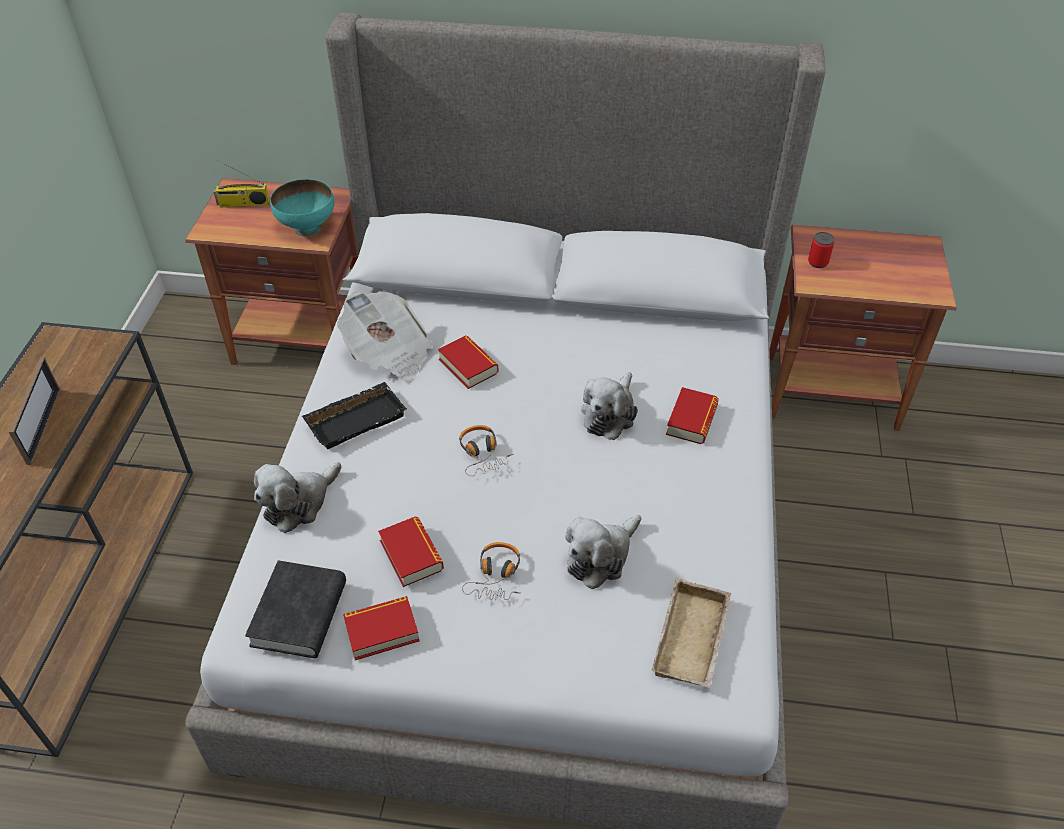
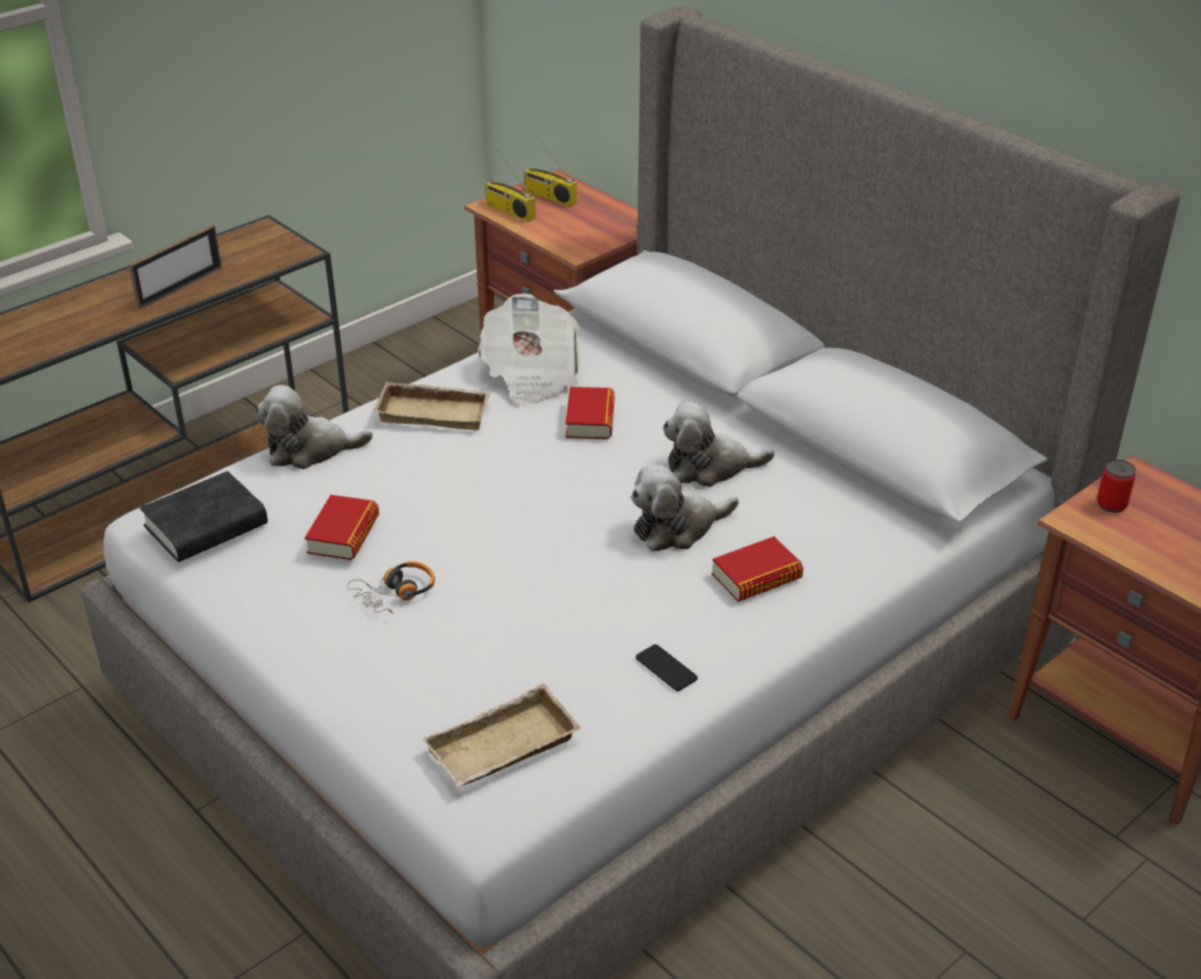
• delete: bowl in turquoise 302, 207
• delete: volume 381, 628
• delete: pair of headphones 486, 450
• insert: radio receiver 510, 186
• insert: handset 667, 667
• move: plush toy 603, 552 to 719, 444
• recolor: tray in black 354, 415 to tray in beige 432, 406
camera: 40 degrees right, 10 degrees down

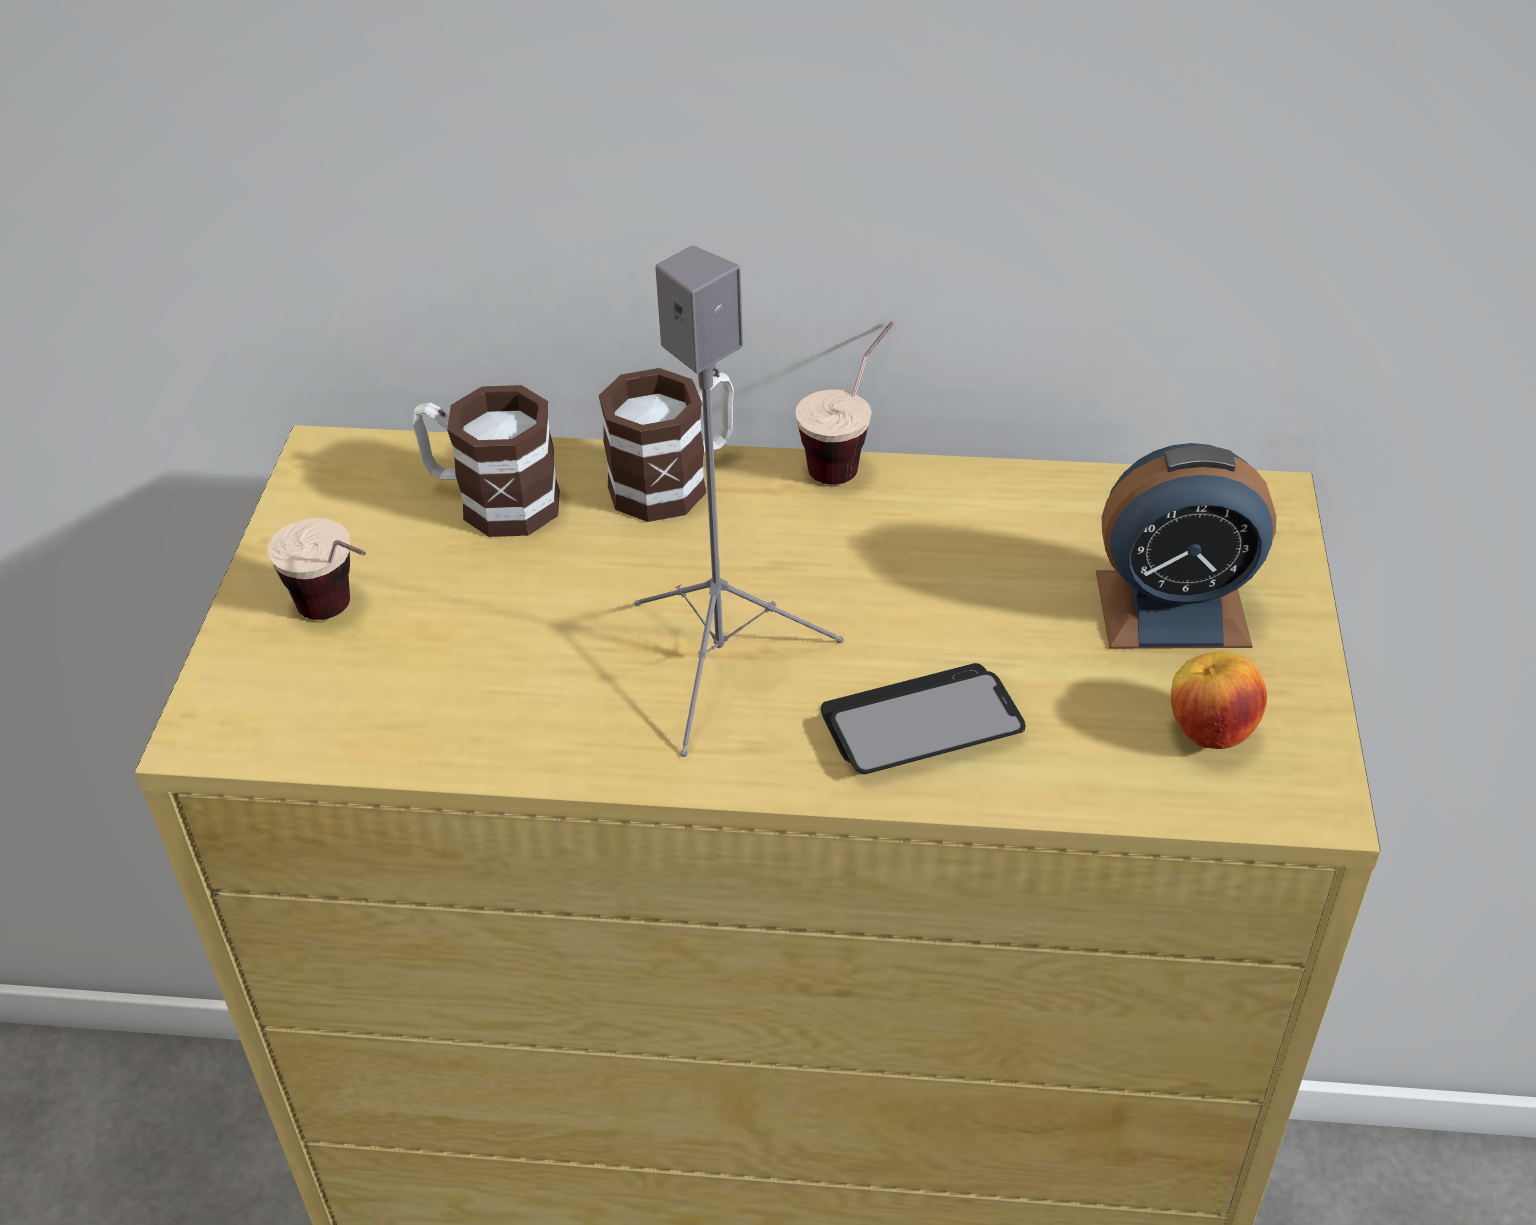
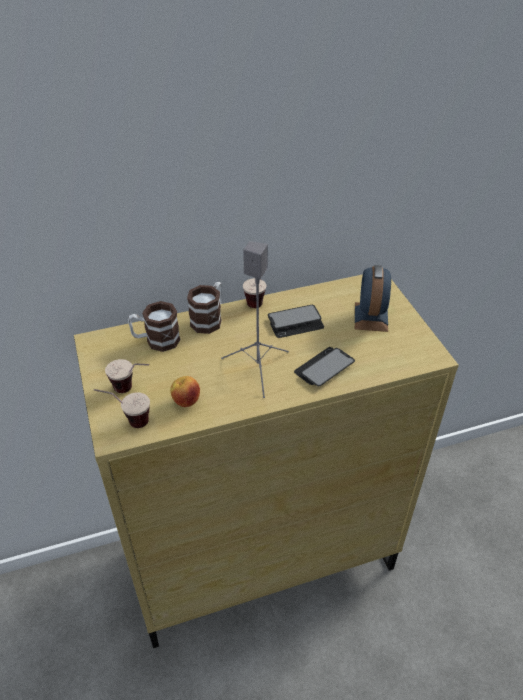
• insert: drinking cup 122, 408
• insert: handset 296, 321
• move: whole apple 1219, 700 to 185, 391
• rotate: table clock 1186, 546 = 373, 298 120 degrees clockwise
camera: 25 degrees left, 0 degrees up

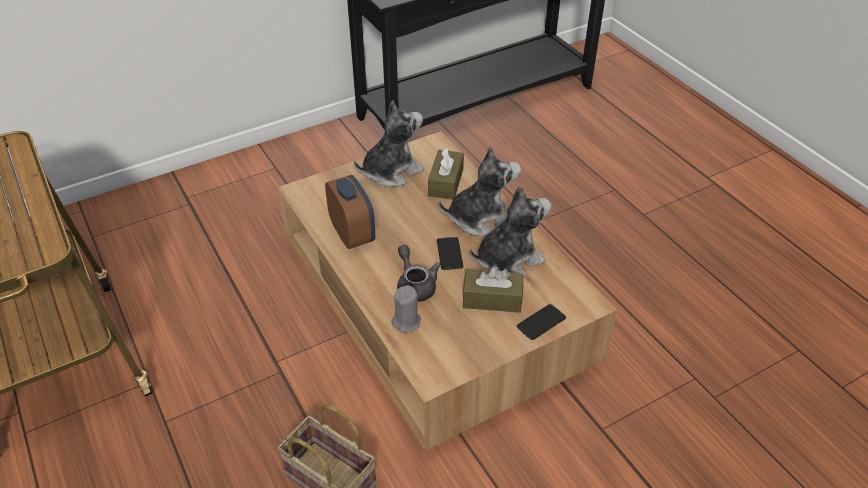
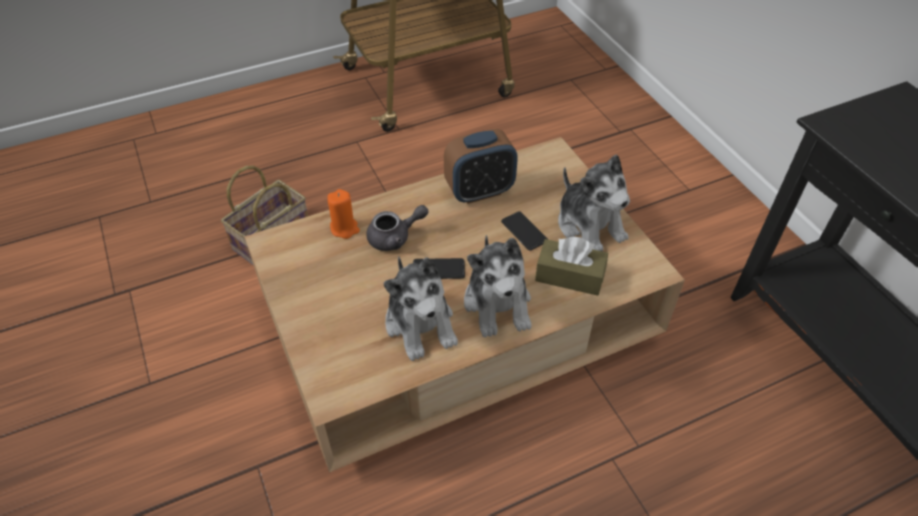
• delete: box of tissues in brown-coloured 493, 289
• move: handset 541, 322 to 524, 231
• recolor: wax candle in gray 406, 309 to wax candle in orange 344, 214
camera: 95 degrees right, 5 degrees up

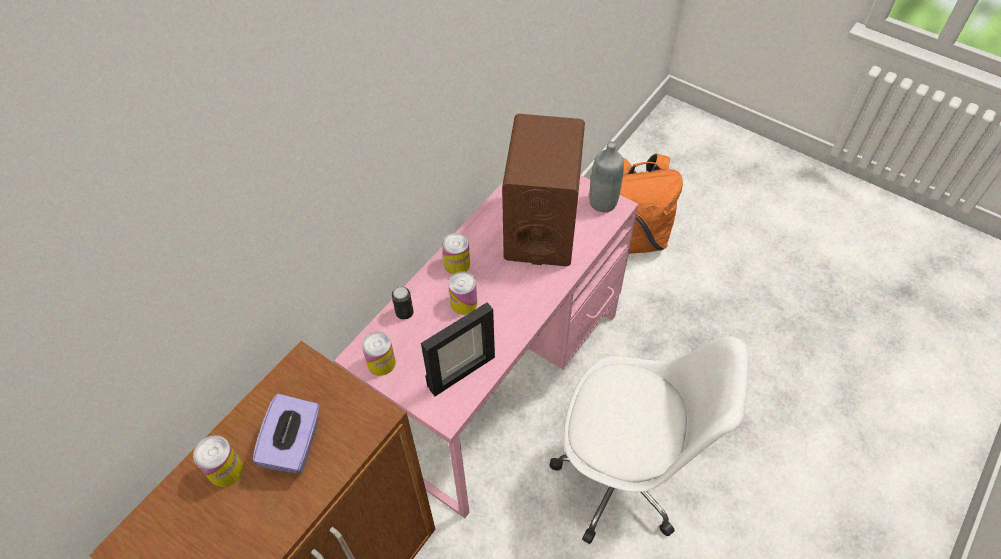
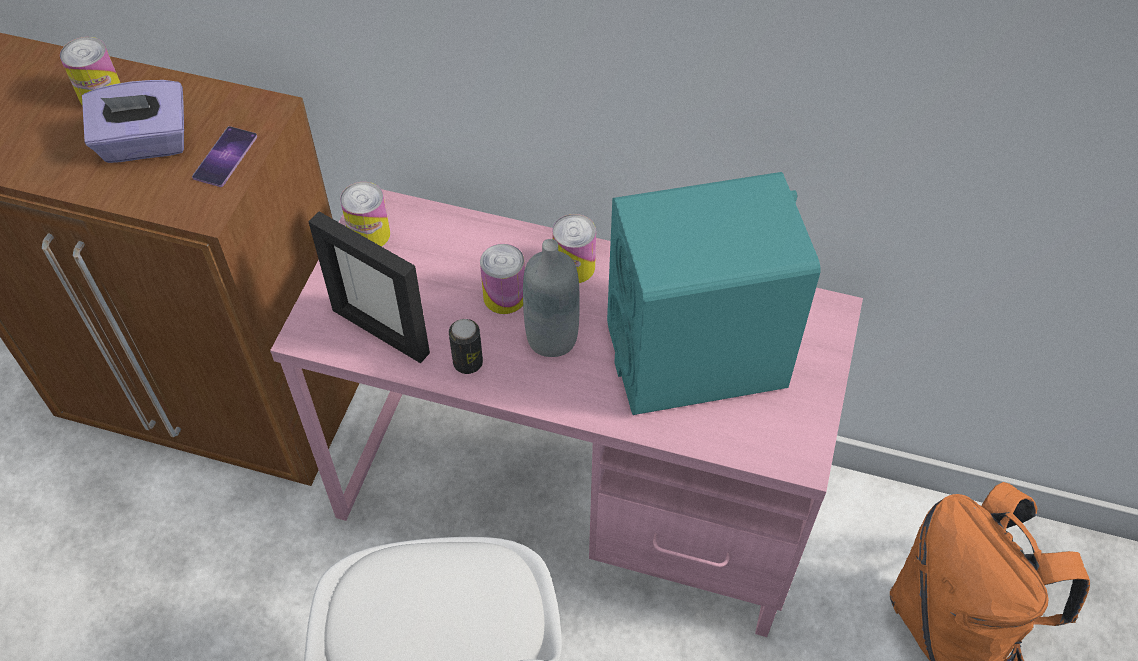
• insert: handset 224, 156
• move: can 403, 303 to 466, 346
• move: beverage bottle in gray 606, 176 to 551, 298
• recolor: loudspeaker in brown-coloured 543, 190 to loudspeaker in turquoise 714, 293
camera: 70 degrees right, 0 degrees up

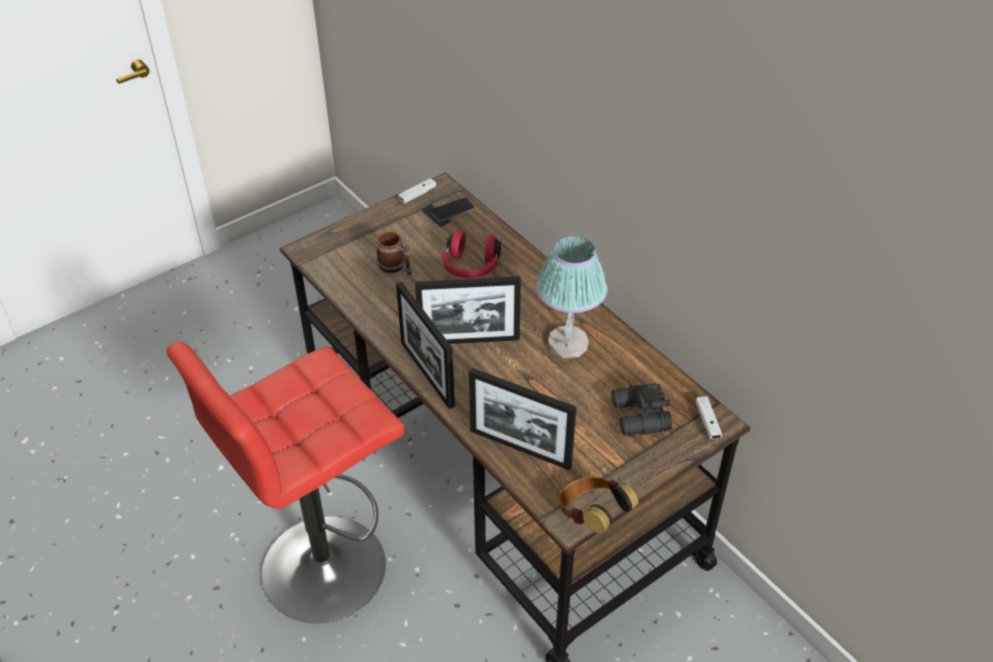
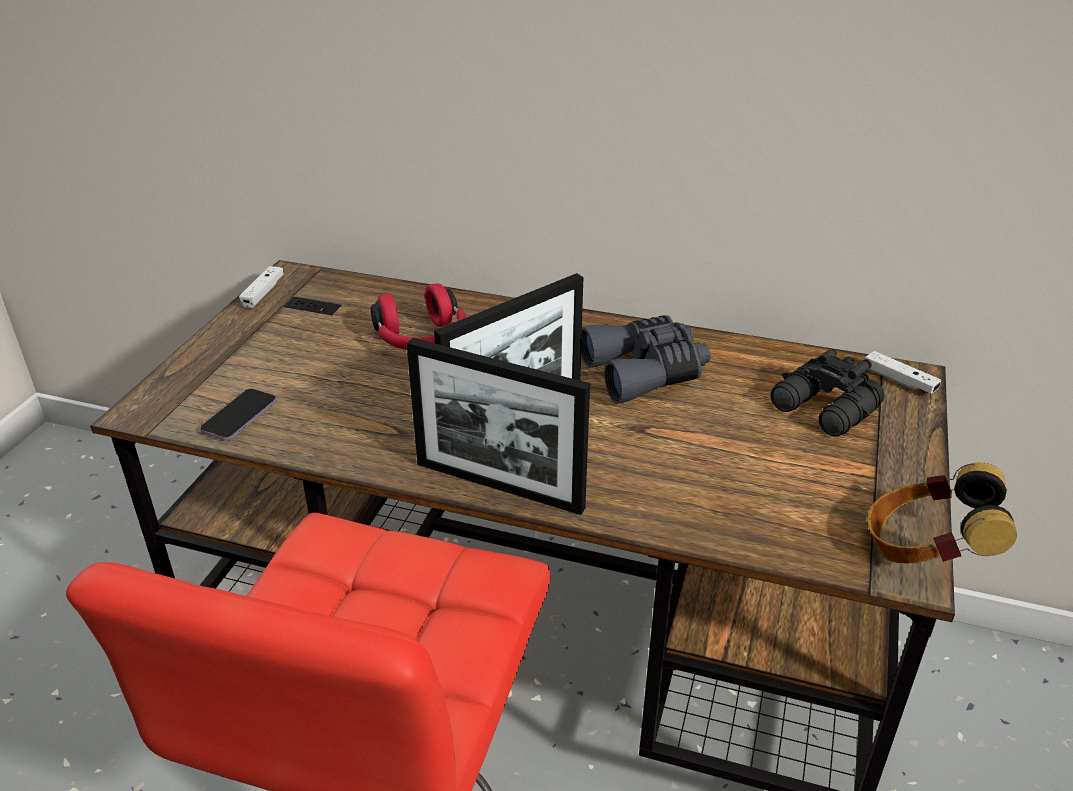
• delete: mug 393, 253
• delete: photo frame 522, 419
• move: handset 452, 210 to 238, 415
• replace: table lamp 572, 297 to field glasses in gray 646, 359
camera: 35 degrees left, 10 degrees down

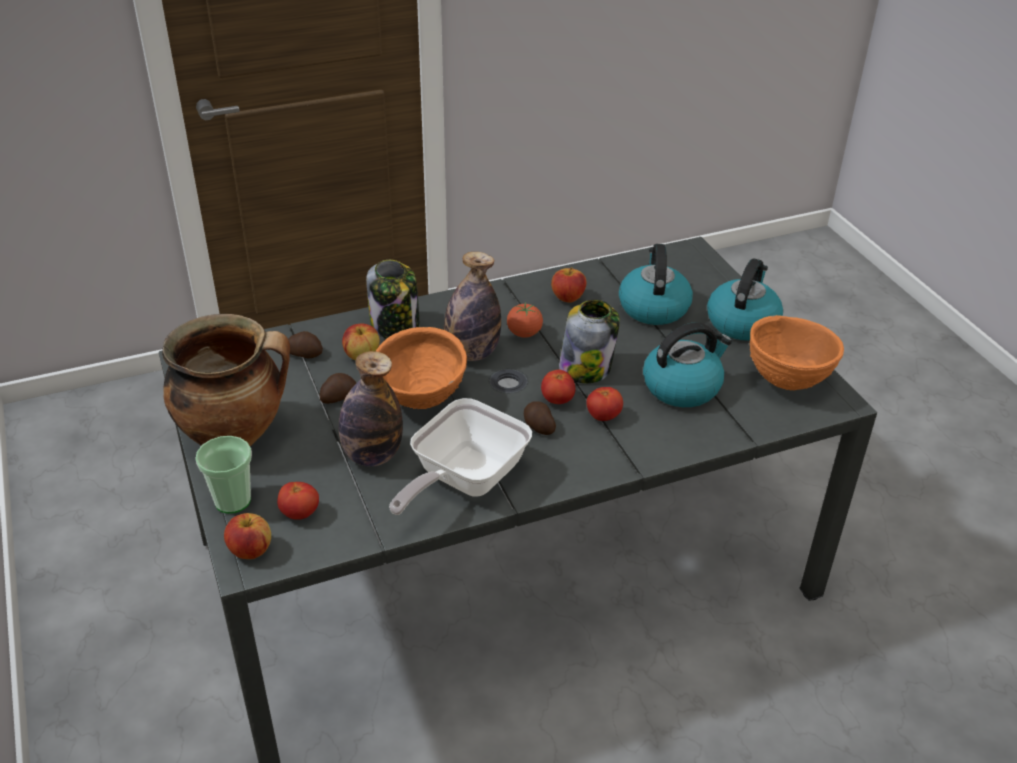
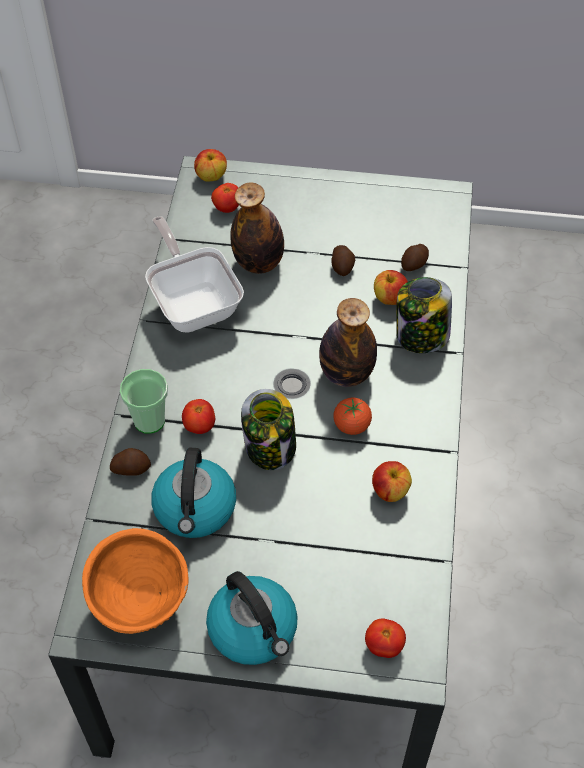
• delete: saucepot 226, 380
• delete: bowl in orange 421, 368
• delete: kettle 656, 284
• move: drinking cup 223, 475 to 144, 401
• move: spud 540, 418 to 130, 462
• move: whole tomato 558, 387 to 385, 638
camera: 120 degrees right, 15 degrees up

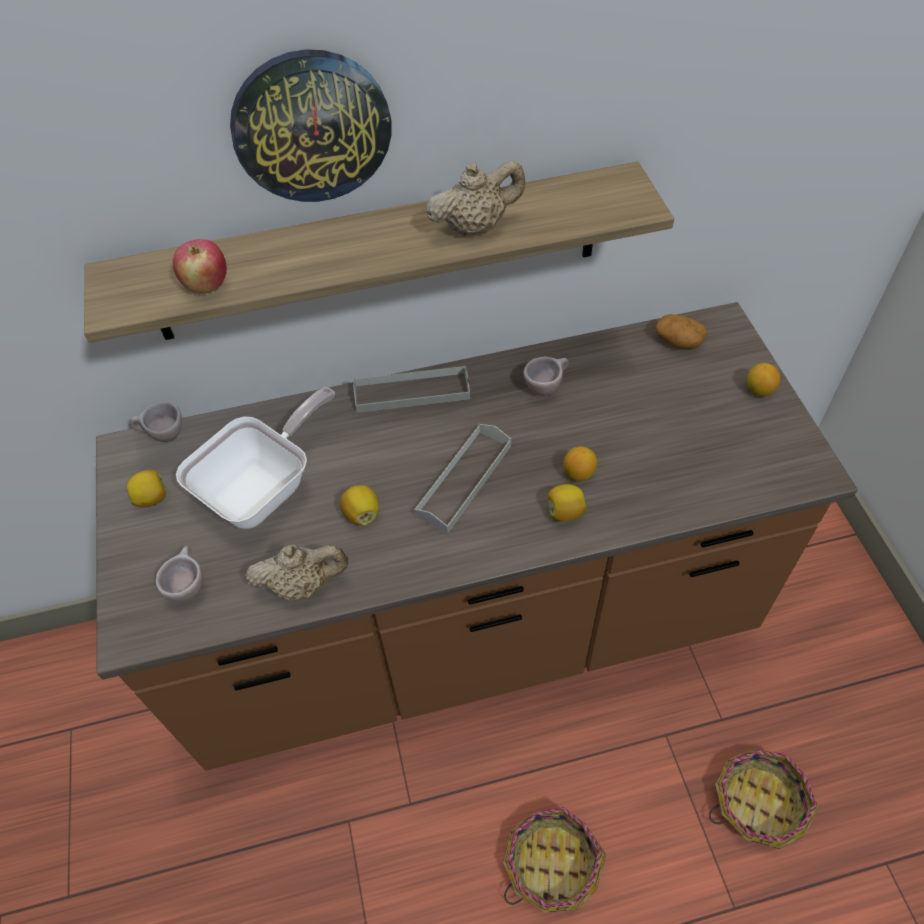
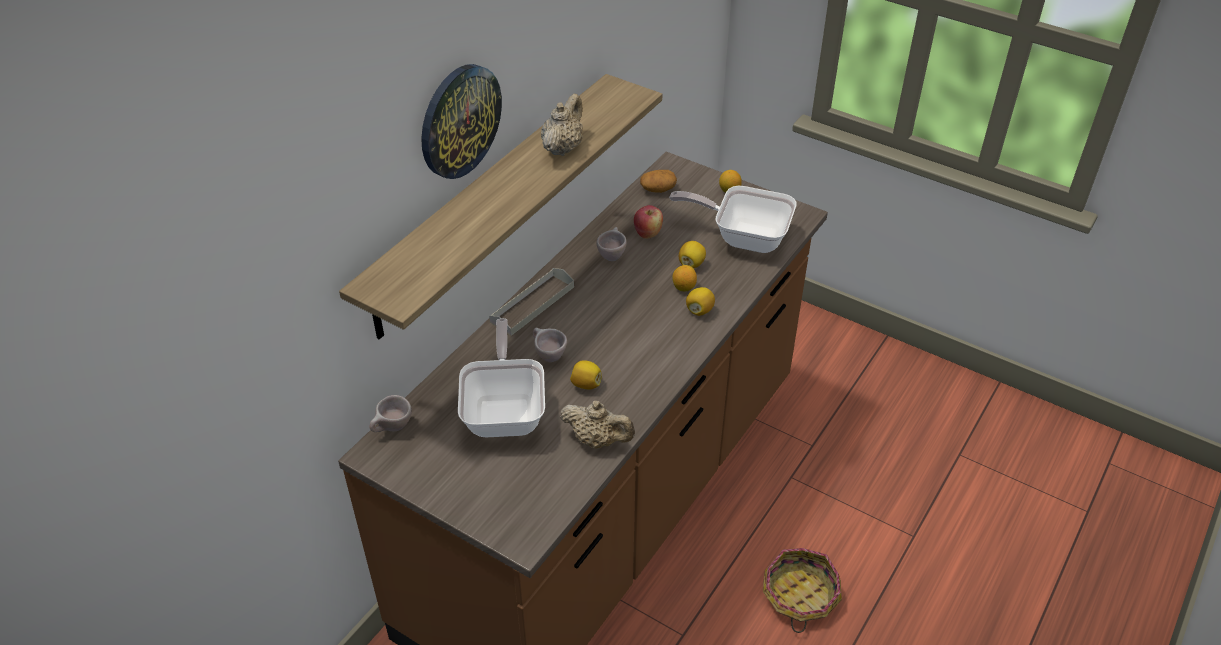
• delete: tray in gray 462, 479
• delete: basket 763, 799
• insert: skillet 733, 219
• move: citrus fruit 146, 488 to 692, 254
• move: drinking cup in beige 179, 573 to 550, 344
• move: whole apple 200, 266 to 648, 222
• rotate: teapot in beige 296, 573 = 597, 424 75 degrees clockwise
camera: 45 degrees left, 10 degrees down

